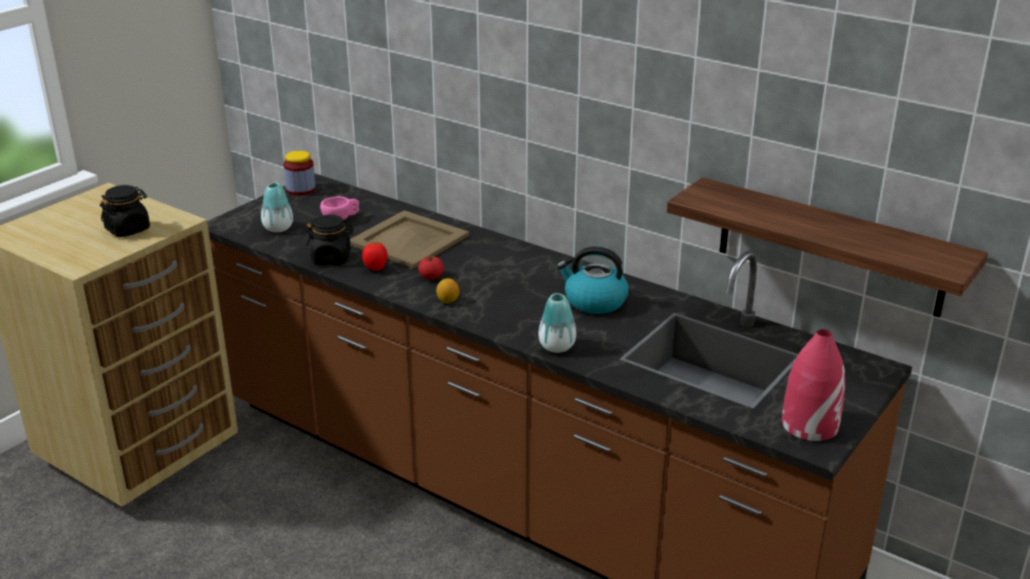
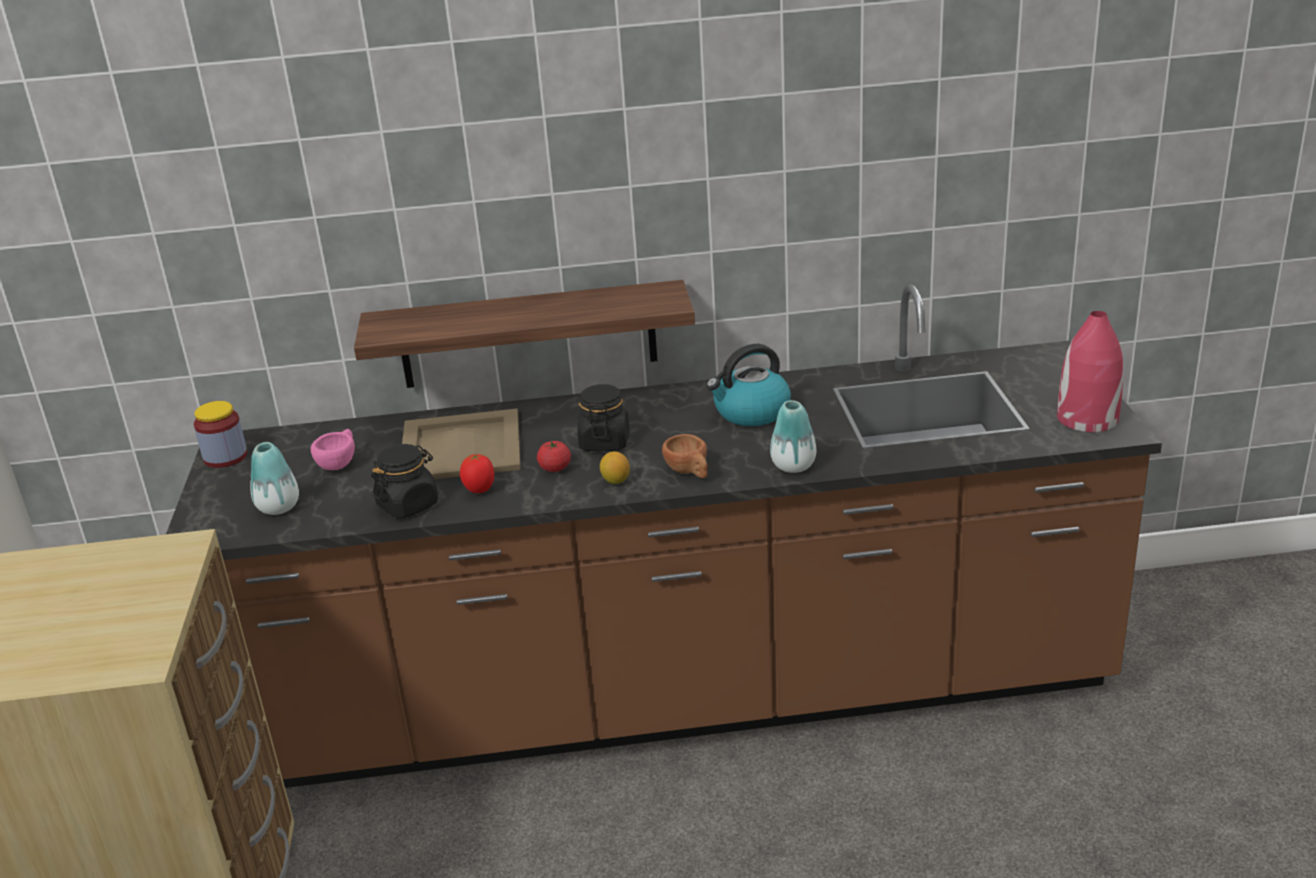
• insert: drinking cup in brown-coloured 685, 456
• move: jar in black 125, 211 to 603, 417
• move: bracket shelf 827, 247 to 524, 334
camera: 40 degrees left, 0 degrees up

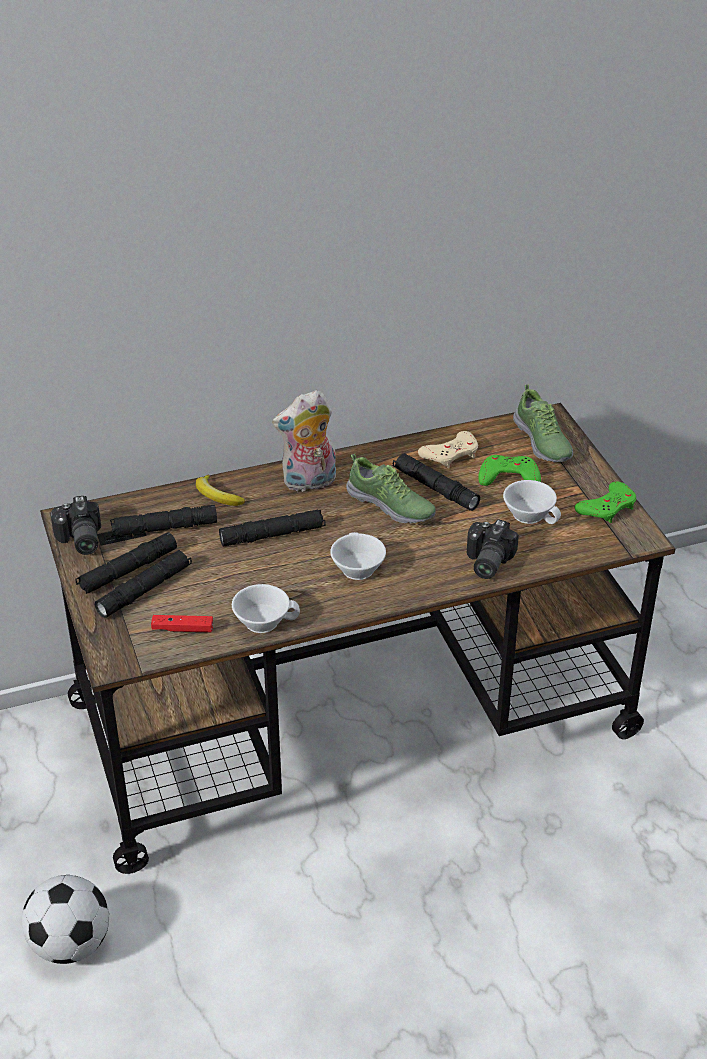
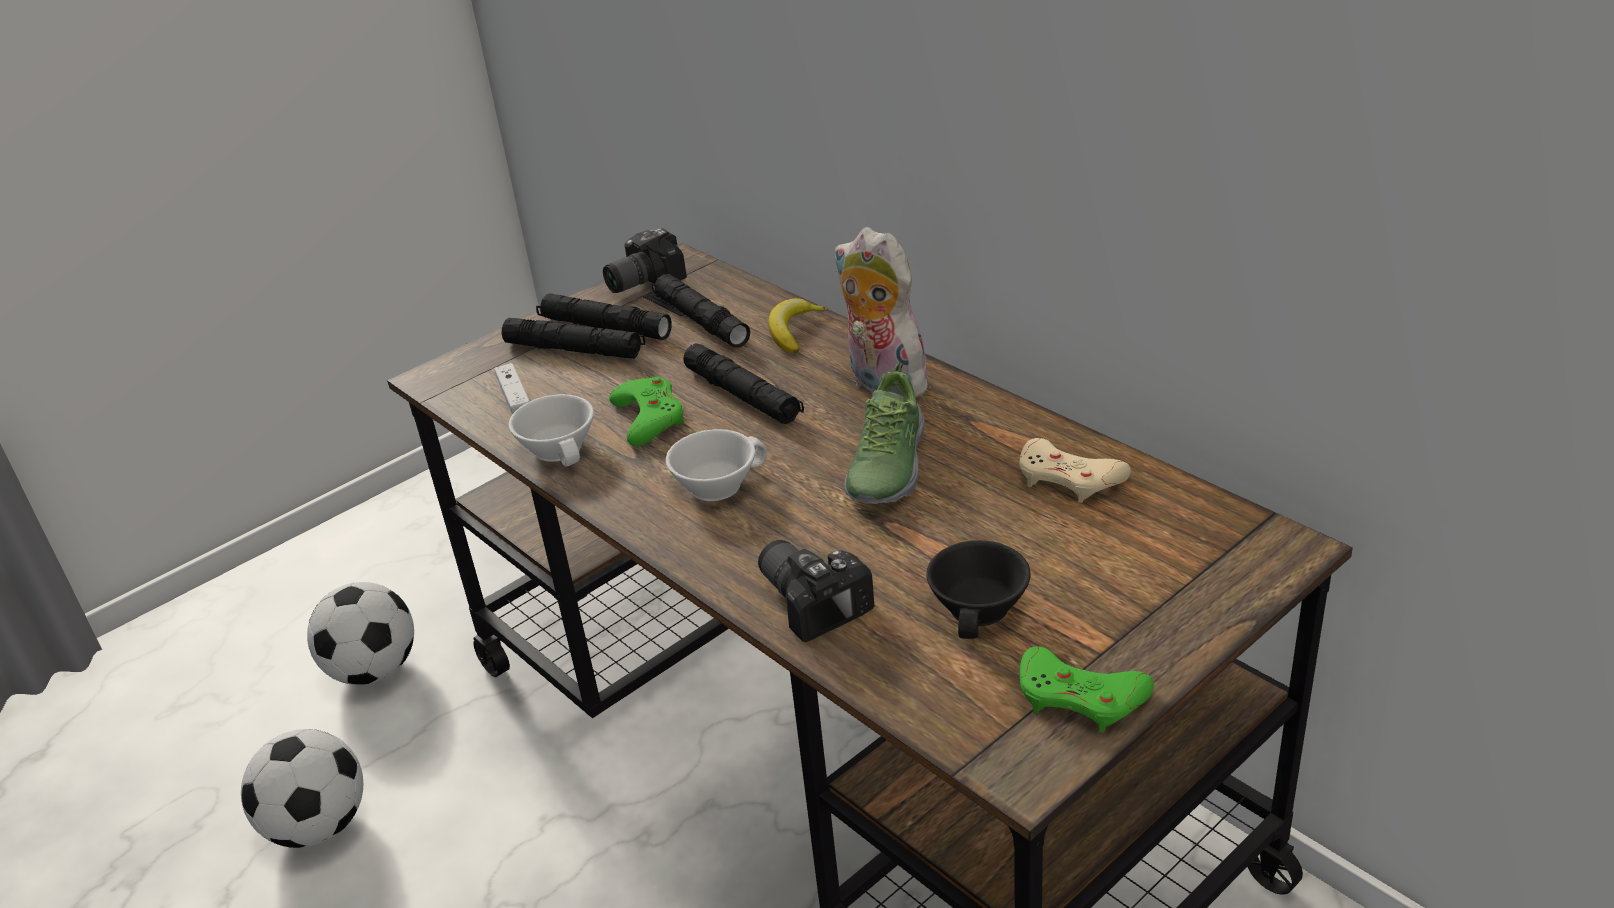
• delete: hand torch in black 436, 482
• delete: item of footwear 543, 423
• insert: football ball 302, 788
• move: game controller in green-coloured 509, 470 to 646, 411
• recolor: game controller in reddish 182, 623 to game controller in white-coloured 512, 389
• recolor: drinking cup in white-coloured 532, 502 to drinking cup in black 978, 589
• rotate: still camera 493, 549 = 816, 591 60 degrees clockwise
camera: 70 degrees right, 5 degrees down

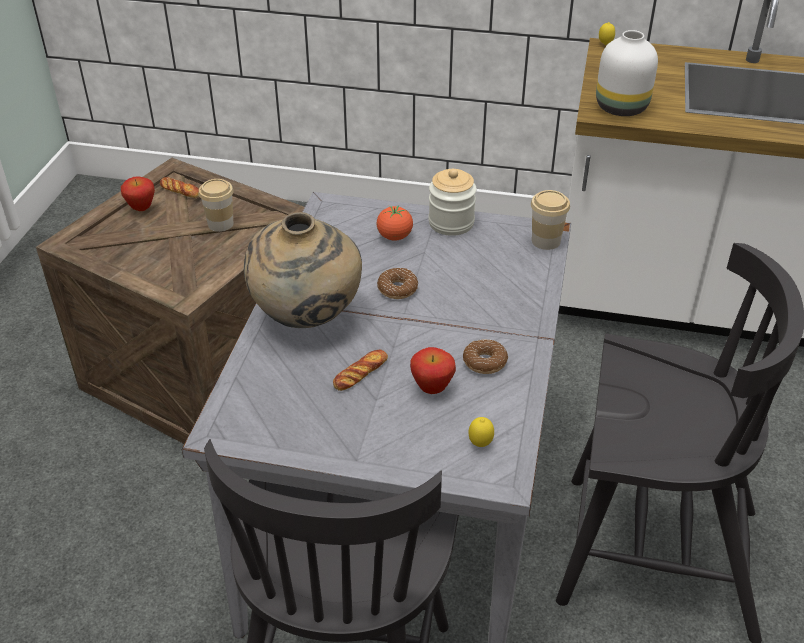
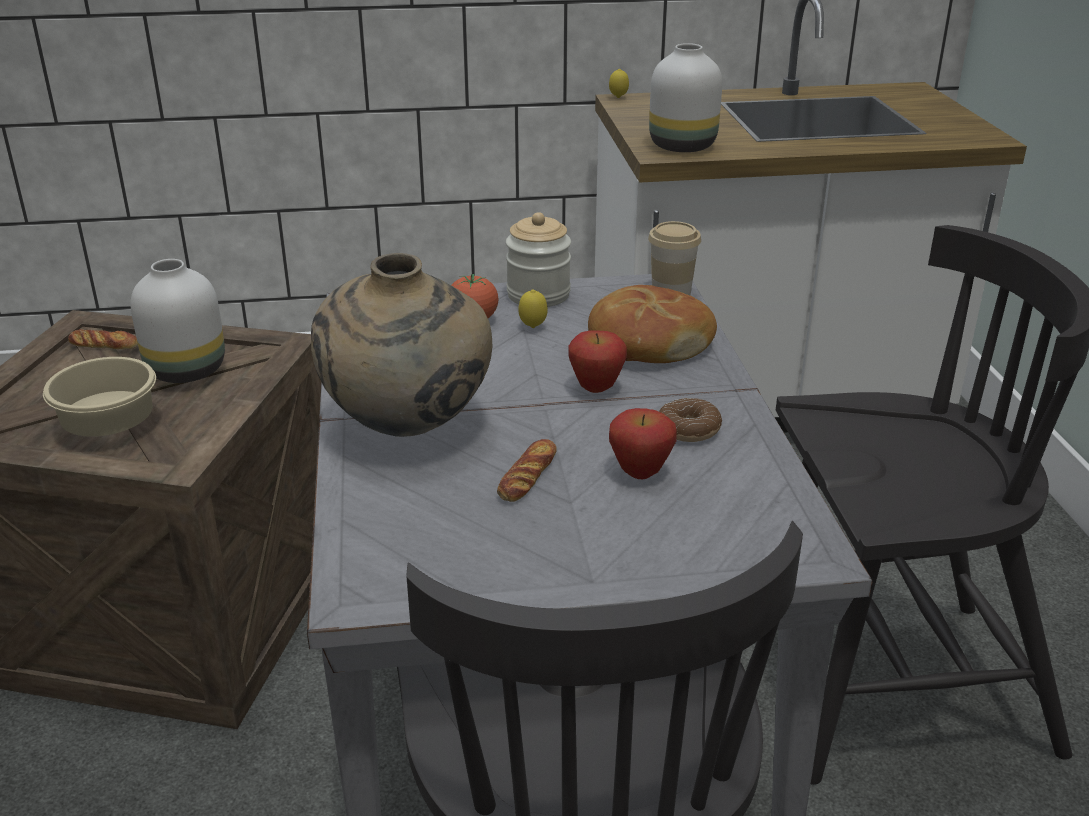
• delete: ring doughnut 397, 283
• insert: bowl in beige 99, 397
• insert: bread 652, 324
• move: whole apple 138, 194 to 597, 362
• move: citrus fruit 481, 432 to 533, 309
• replace: drinking cup 216, 205 to decorative vase in white-coloured 177, 321
camera: 20 degrees left, 10 degrees down

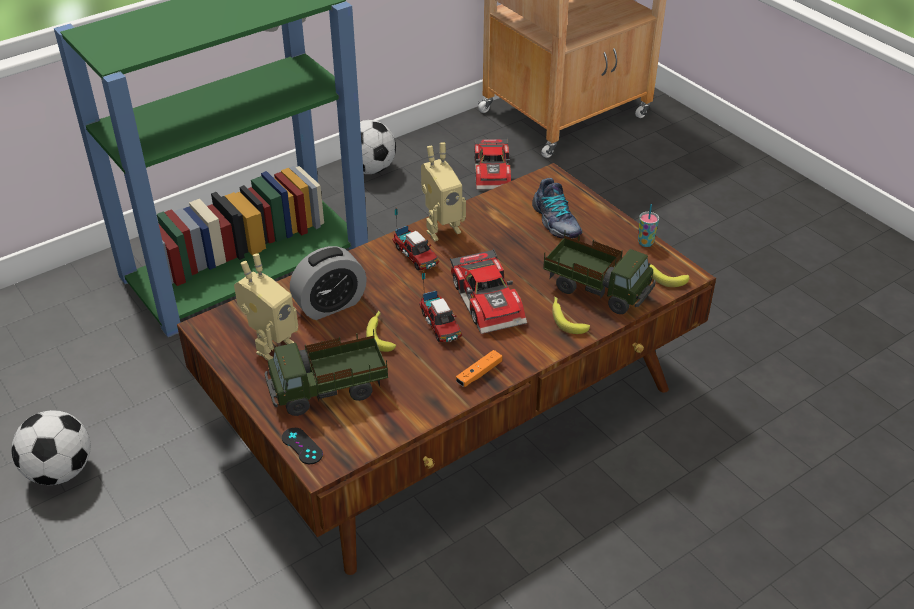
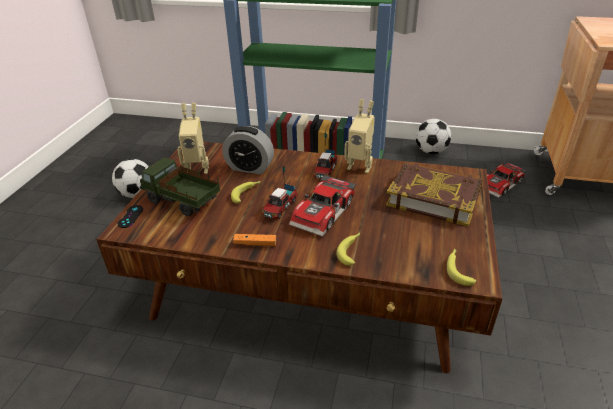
• delete: model truck 599, 272
• delete: drinking cup 648, 225
• replace: item of footwear 557, 208 to volume 434, 194
camera: 50 degrees right, 5 degrees down

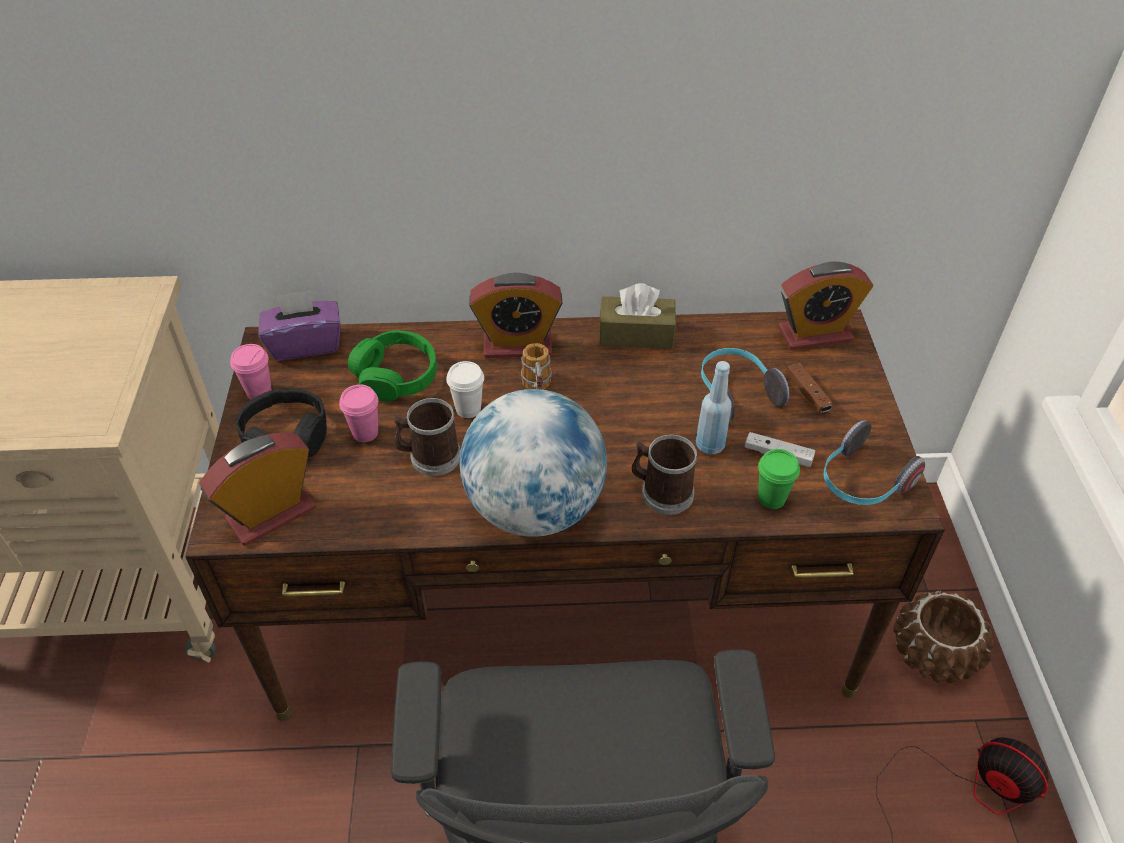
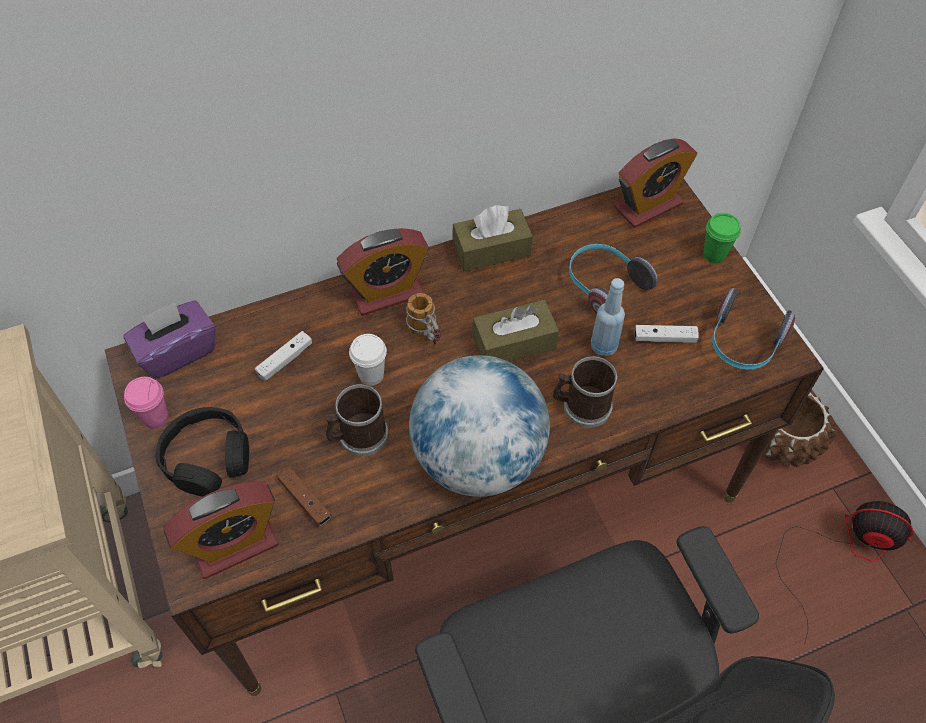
• delete: drinking cup in pink-coloured 358, 413
• insert: box of tissues in brown-coloured 516, 331
• move: drinking cup in green-coloured 779, 479 to 722, 238
• move: game controller in brown-coloured 810, 388 to 304, 496
• replace: pair of headphones in green-coloured 392, 365 to game controller in white-coloured 283, 356
• rotate: table clock 257, 489 = 221, 530 150 degrees counterclockwise
camera: 20 degrees left, 10 degrees up

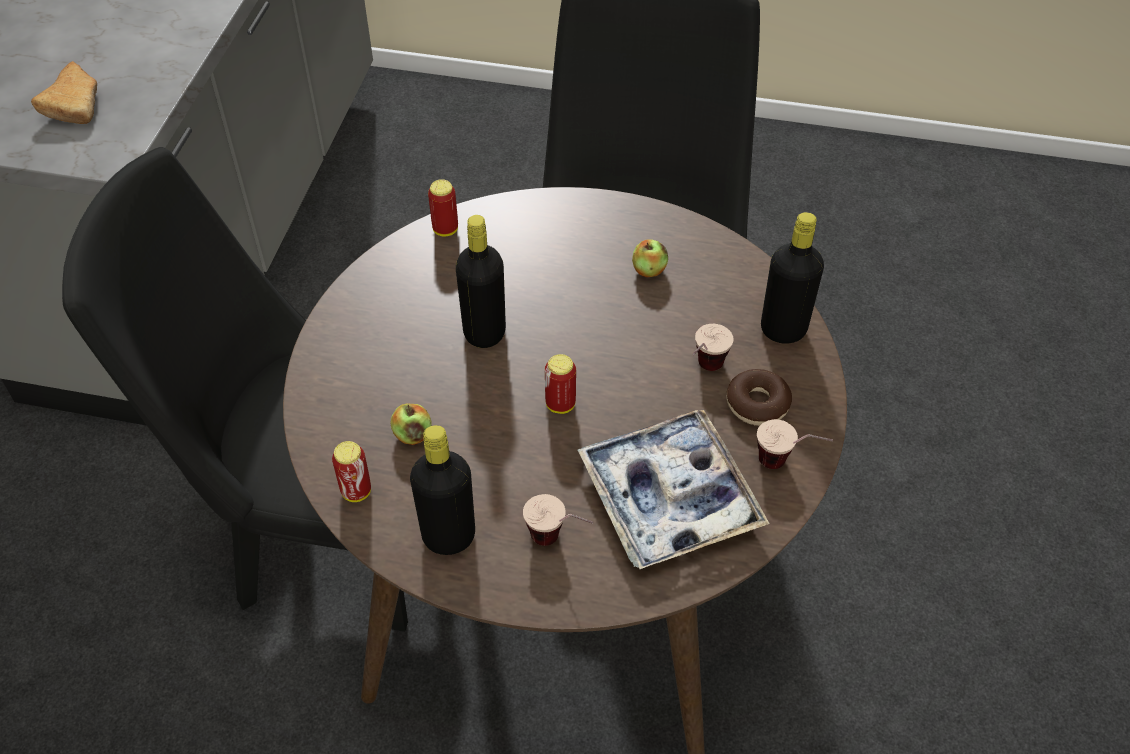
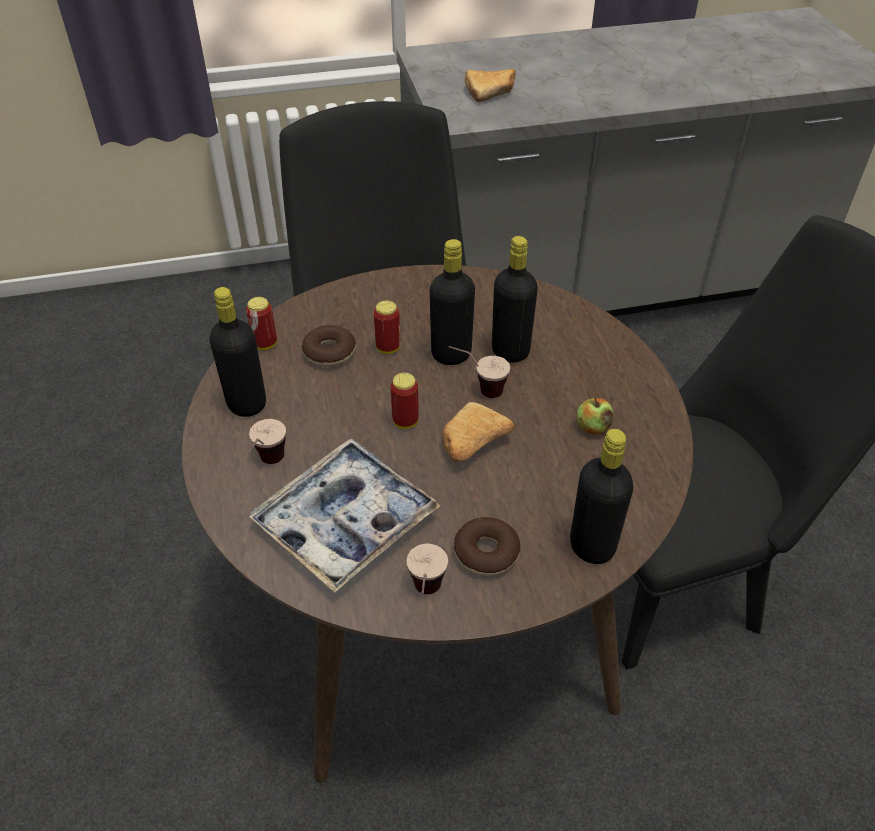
• insert: bread 478, 432
• insert: beverage bottle in black 515, 299
• move: can 443, 208 to 387, 327
• move: drinking cup 713, 347 to 479, 372
• replace: whole apple 411, 424 to ring doughnut 329, 346
camera: 65 degrees right, 5 degrees down

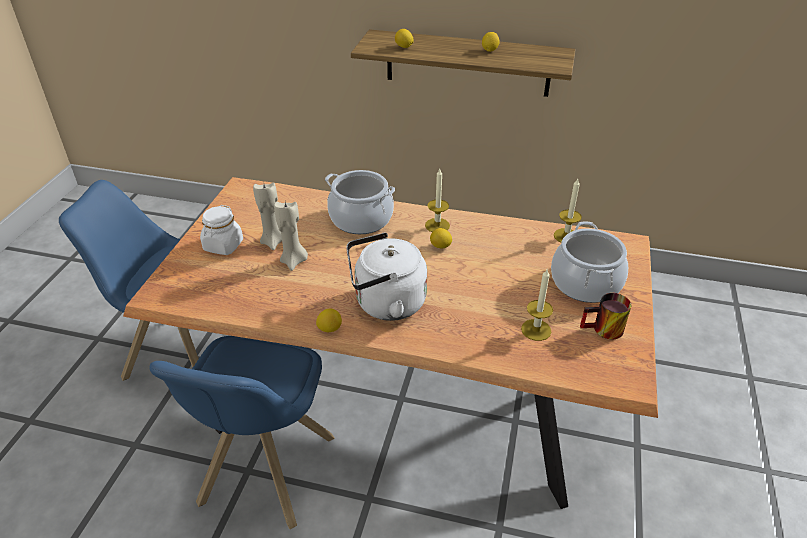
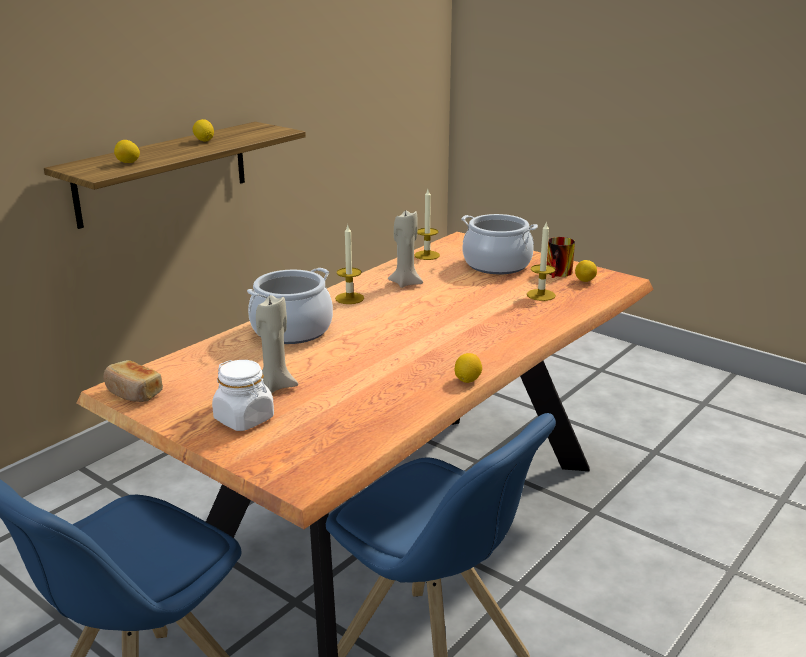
• delete: kettle in white-coloured 386, 276
• insert: bread 133, 381
• move: wax candle in beige 291, 236 to 405, 248
• move: citrus fruit 441, 238 to 586, 271
camera: 65 degrees left, 15 degrees down

